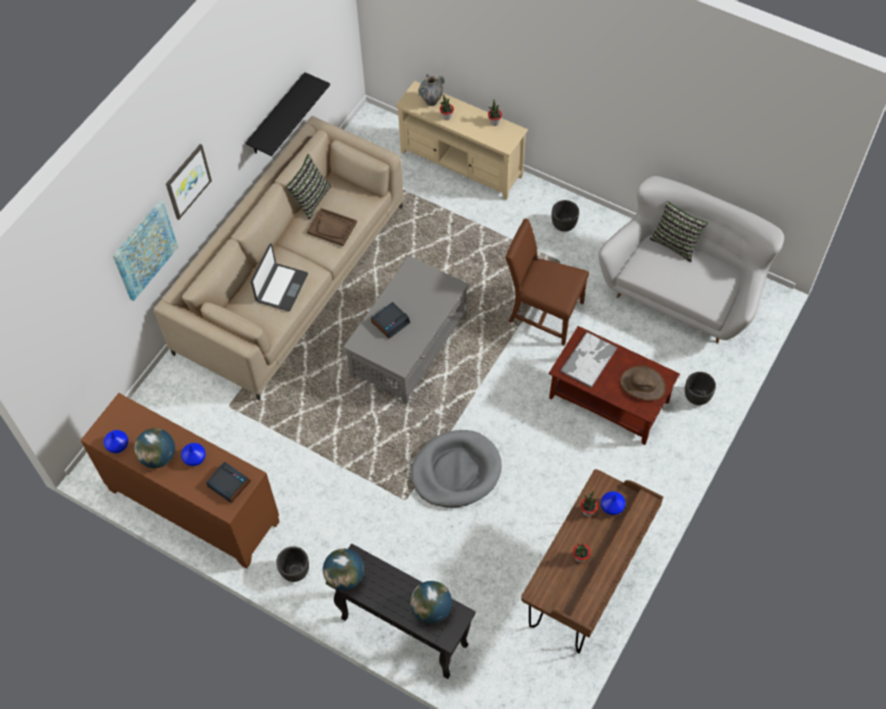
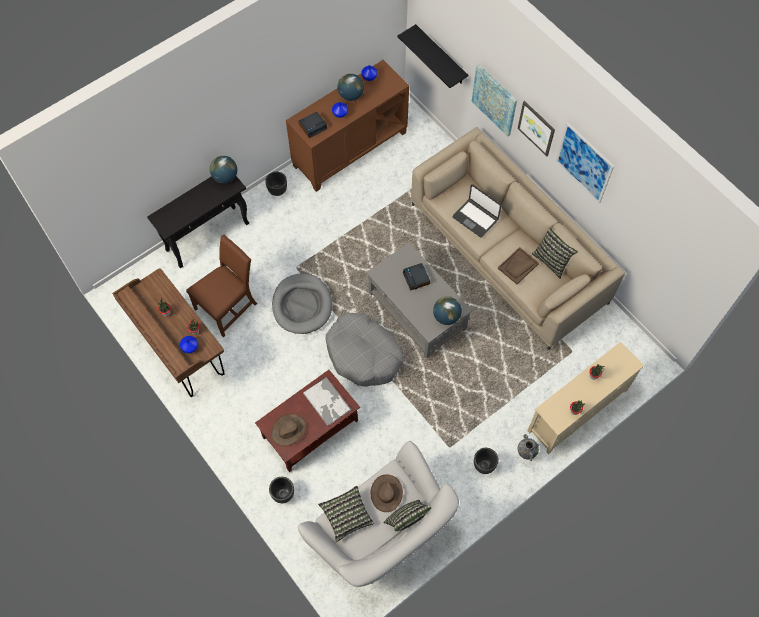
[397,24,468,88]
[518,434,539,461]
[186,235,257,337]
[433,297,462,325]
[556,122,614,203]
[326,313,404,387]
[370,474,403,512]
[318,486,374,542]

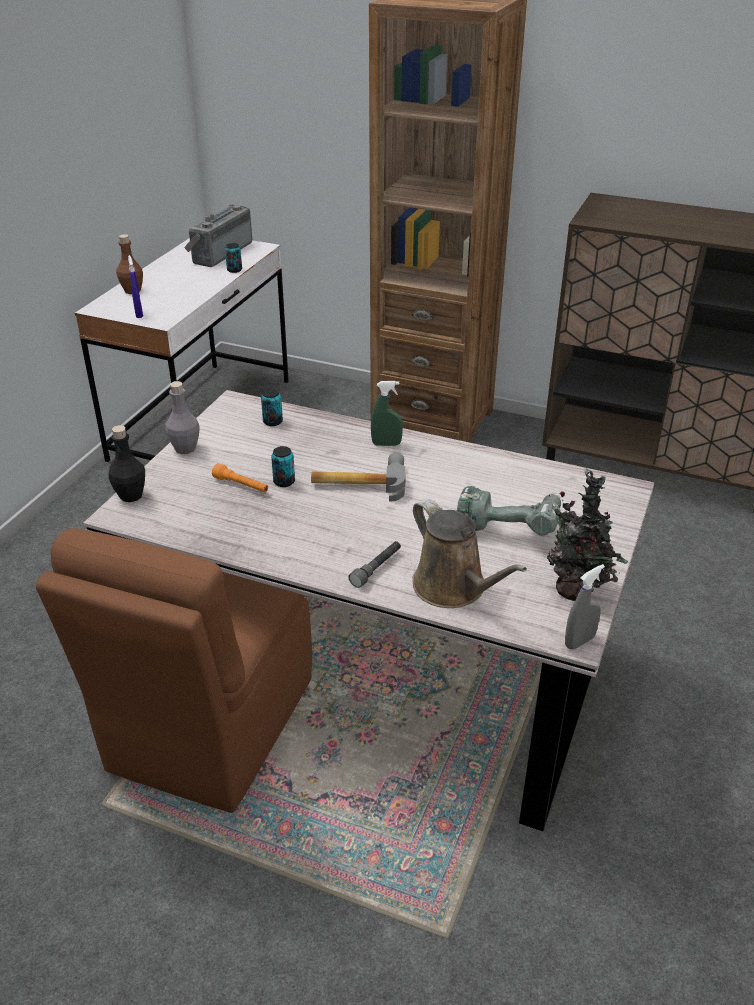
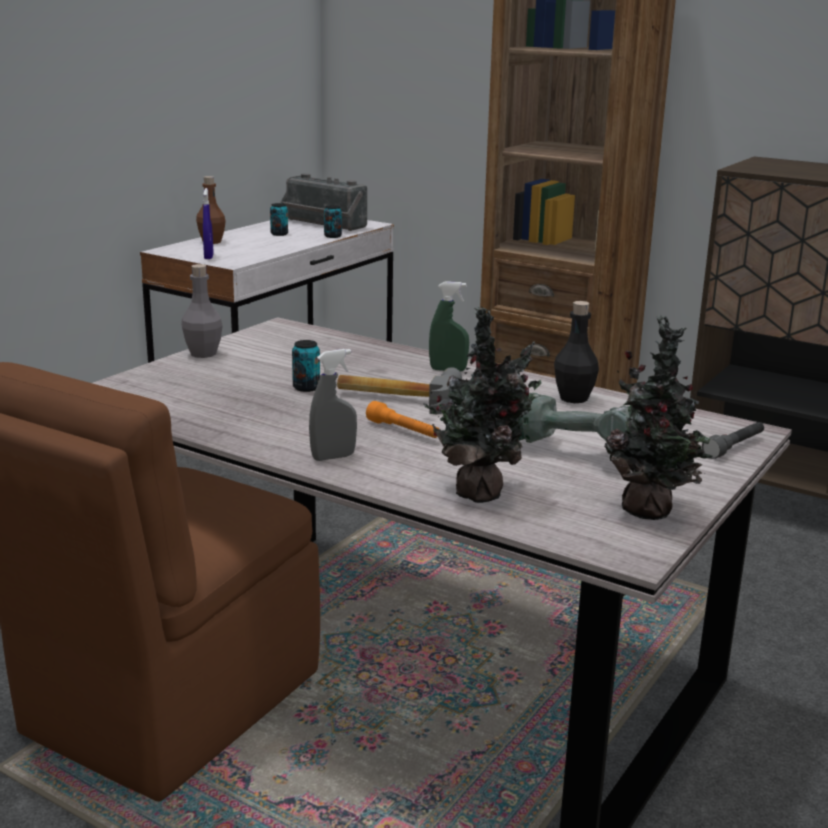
[280,173,367,231]
[270,203,288,236]
[554,301,599,403]
[366,401,439,438]
[423,307,542,503]
[702,422,764,459]
[309,349,357,461]

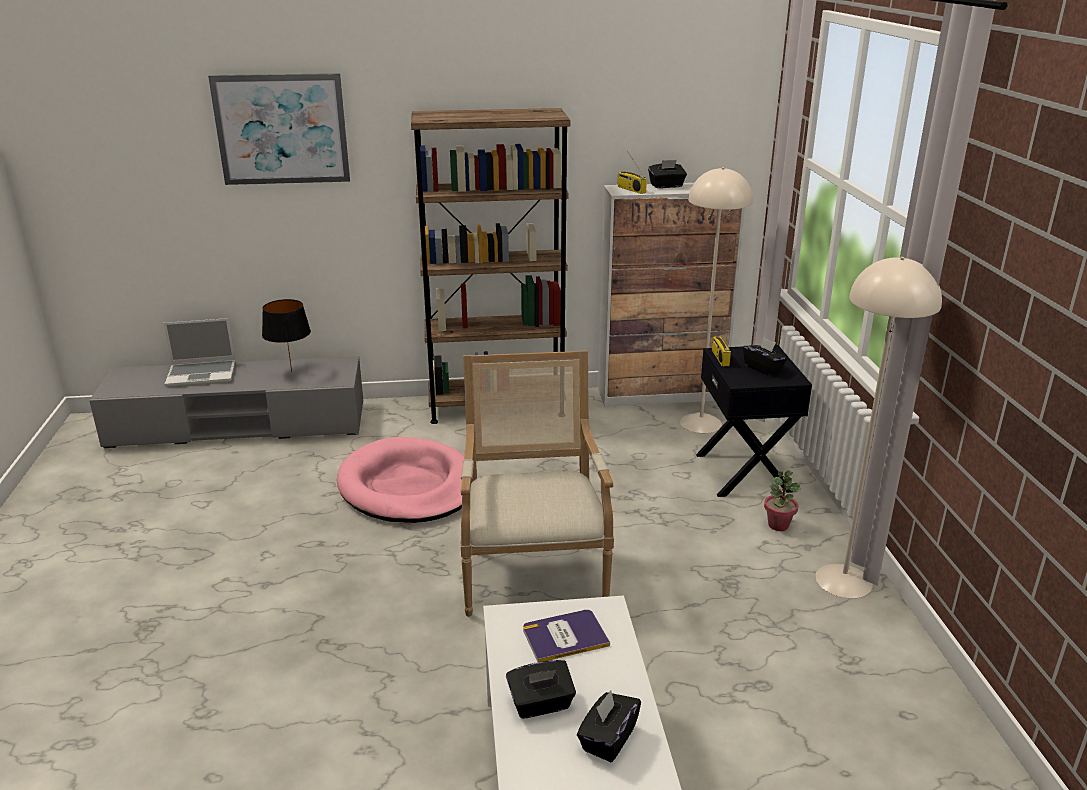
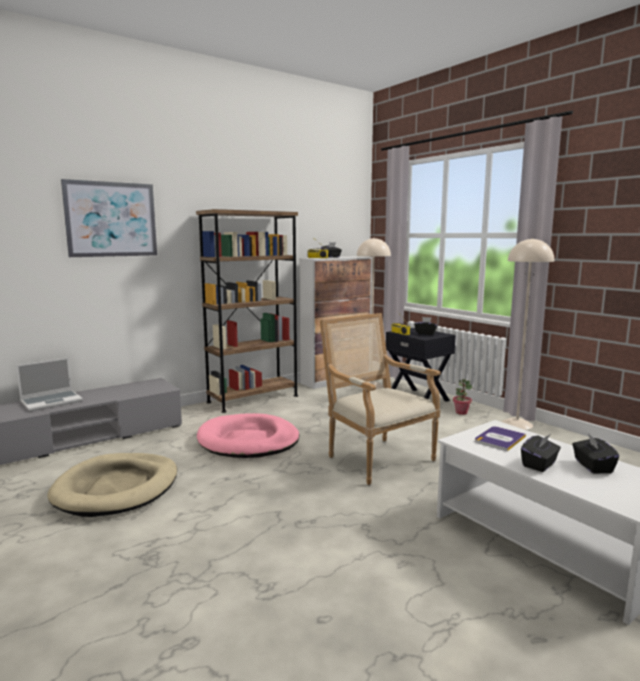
[262,299,311,372] (first image)
[47,453,177,517]

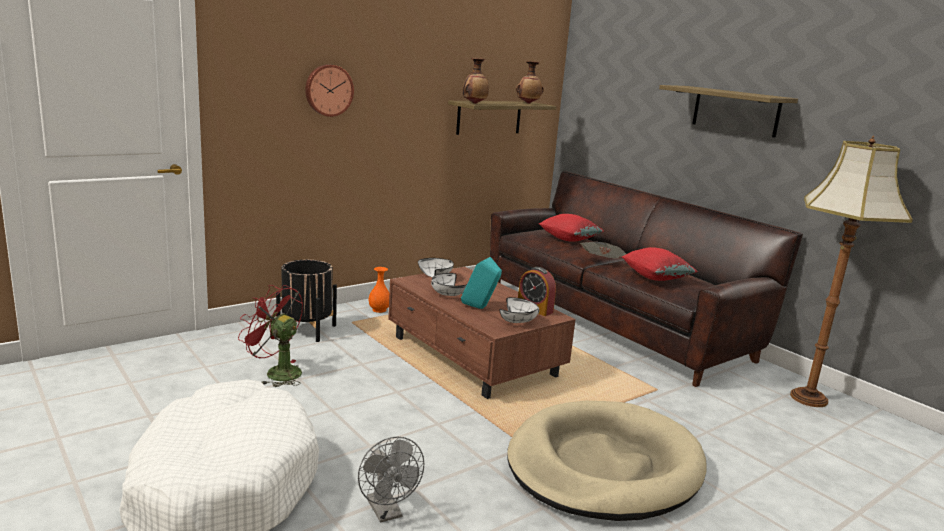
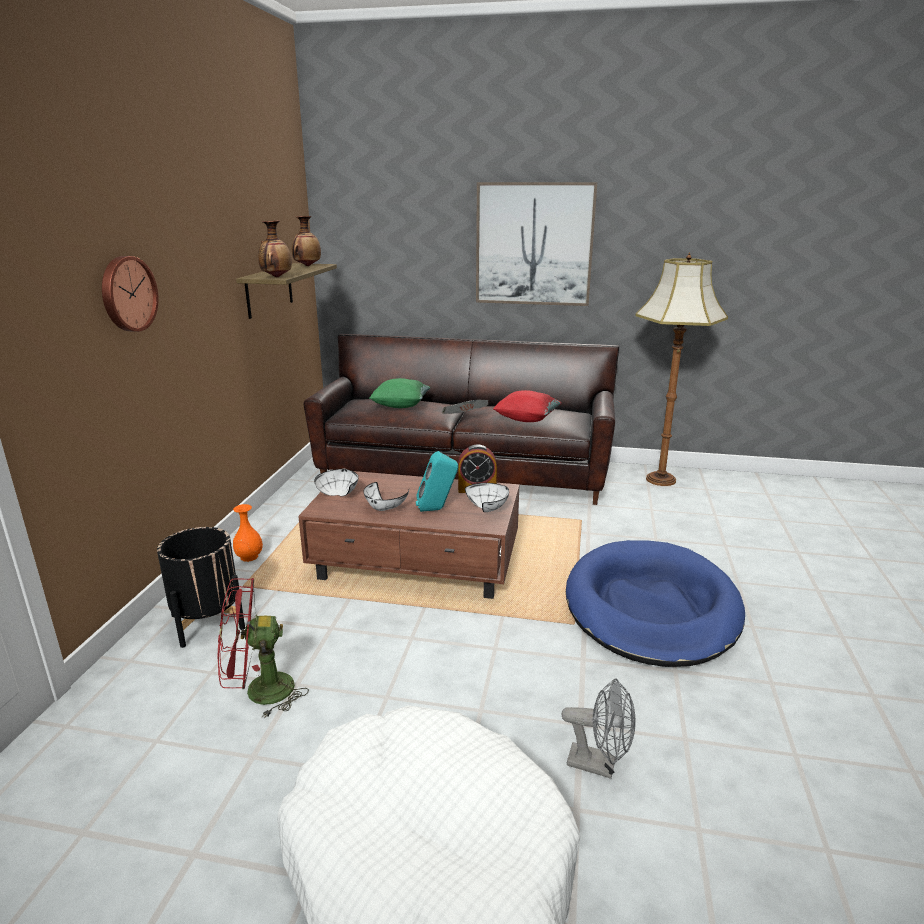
[476,182,597,306]
[369,378,430,408]
[566,540,745,667]

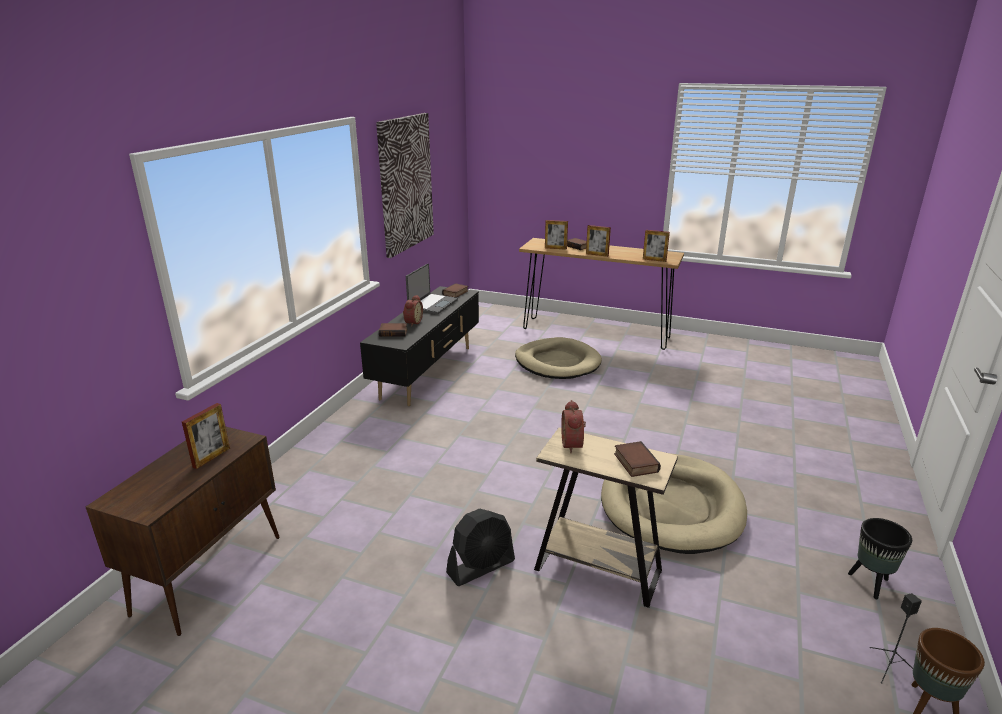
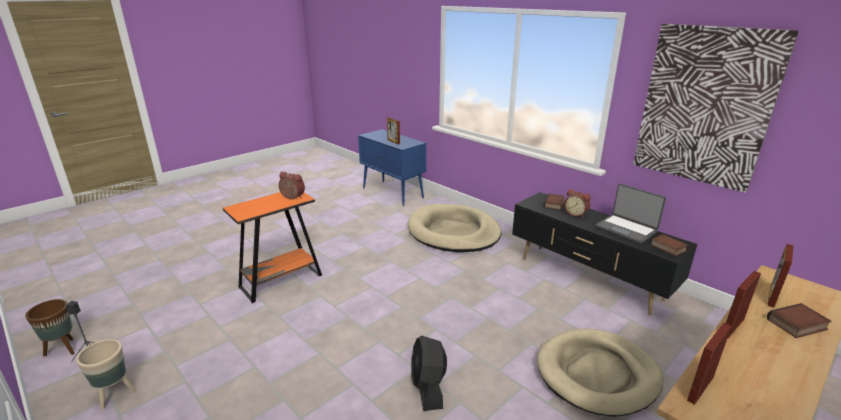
[358,129,426,206]
[223,192,322,303]
[614,441,661,477] (first image)
[408,204,502,252]
[411,336,447,411]
[76,339,136,410]

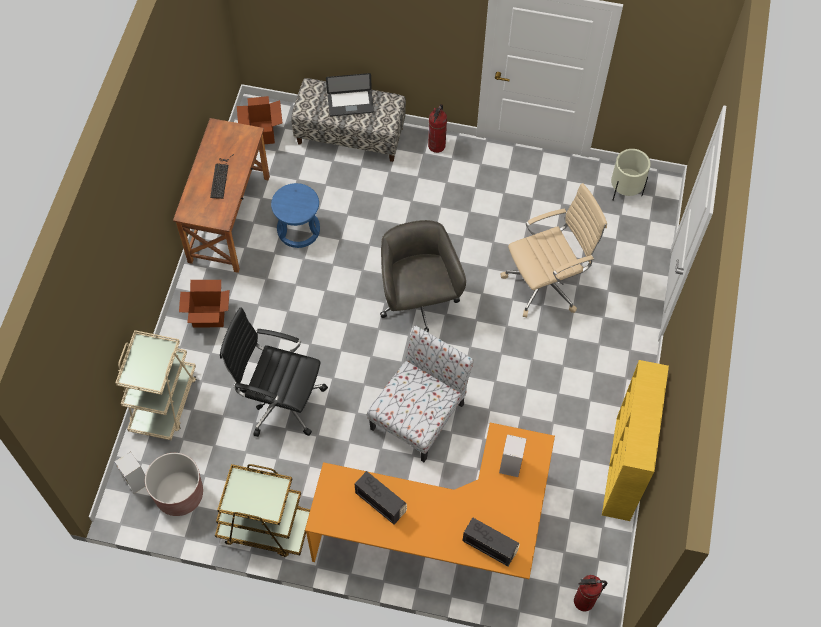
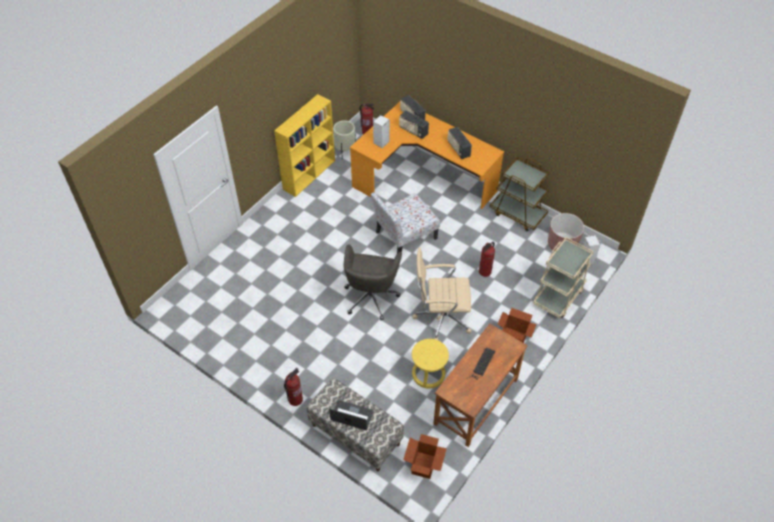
[333,120,356,159]
[412,339,449,389]
[412,247,472,340]
[479,242,495,277]
[399,110,429,139]

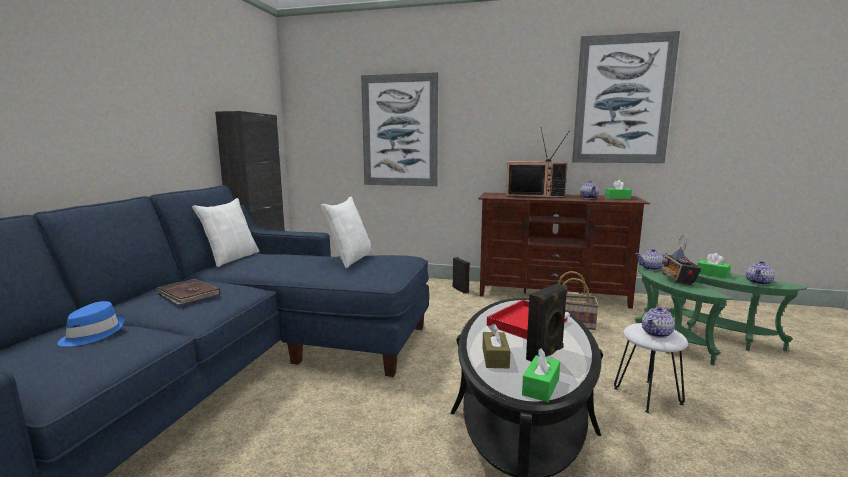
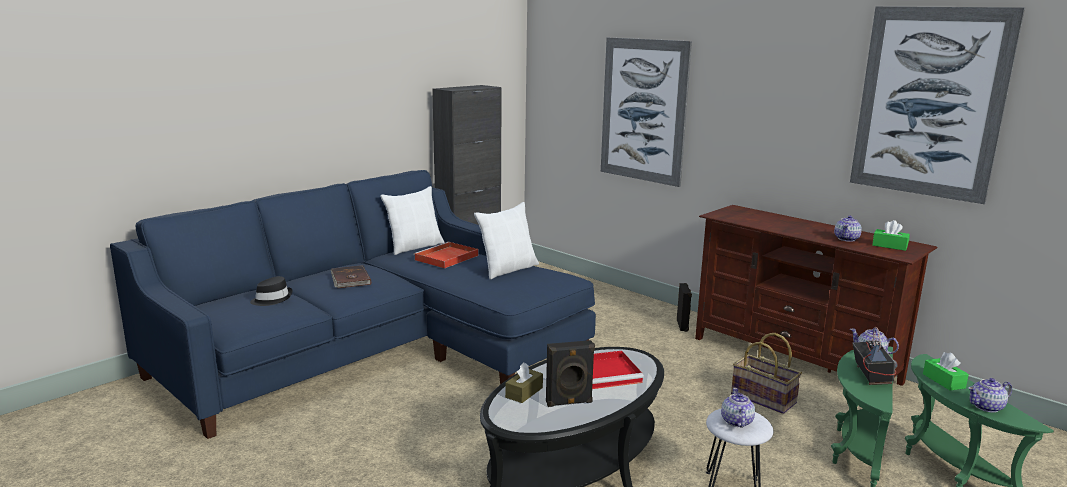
[506,127,570,198] (first image)
[852,327,898,385]
[250,276,292,306]
[721,388,755,428]
[522,348,560,402] (first image)
[413,242,479,268]

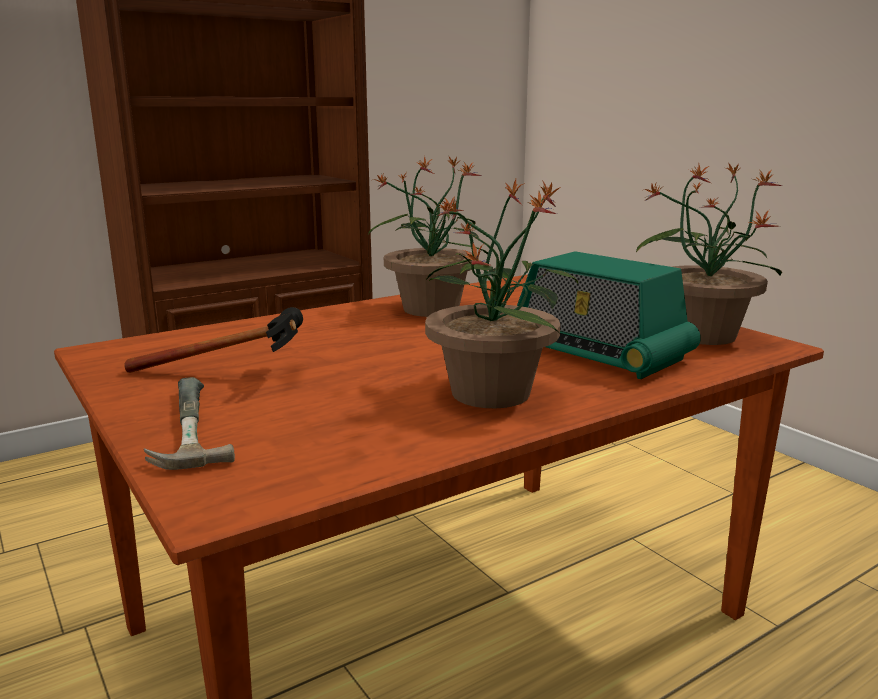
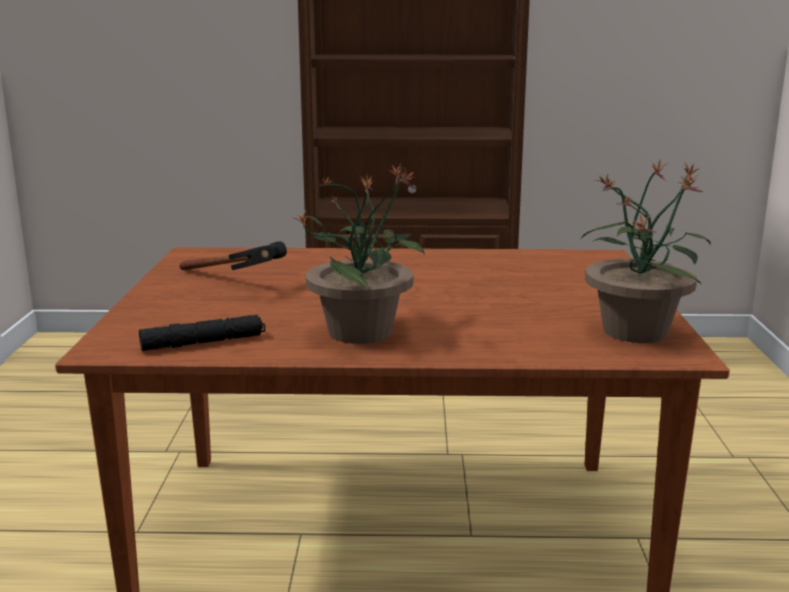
[367,156,488,317] (first image)
[517,251,701,379] (first image)
[144,377,235,470] (first image)
[139,315,265,351]

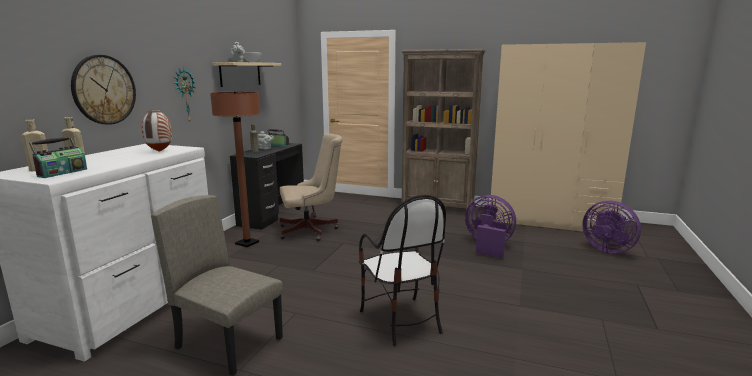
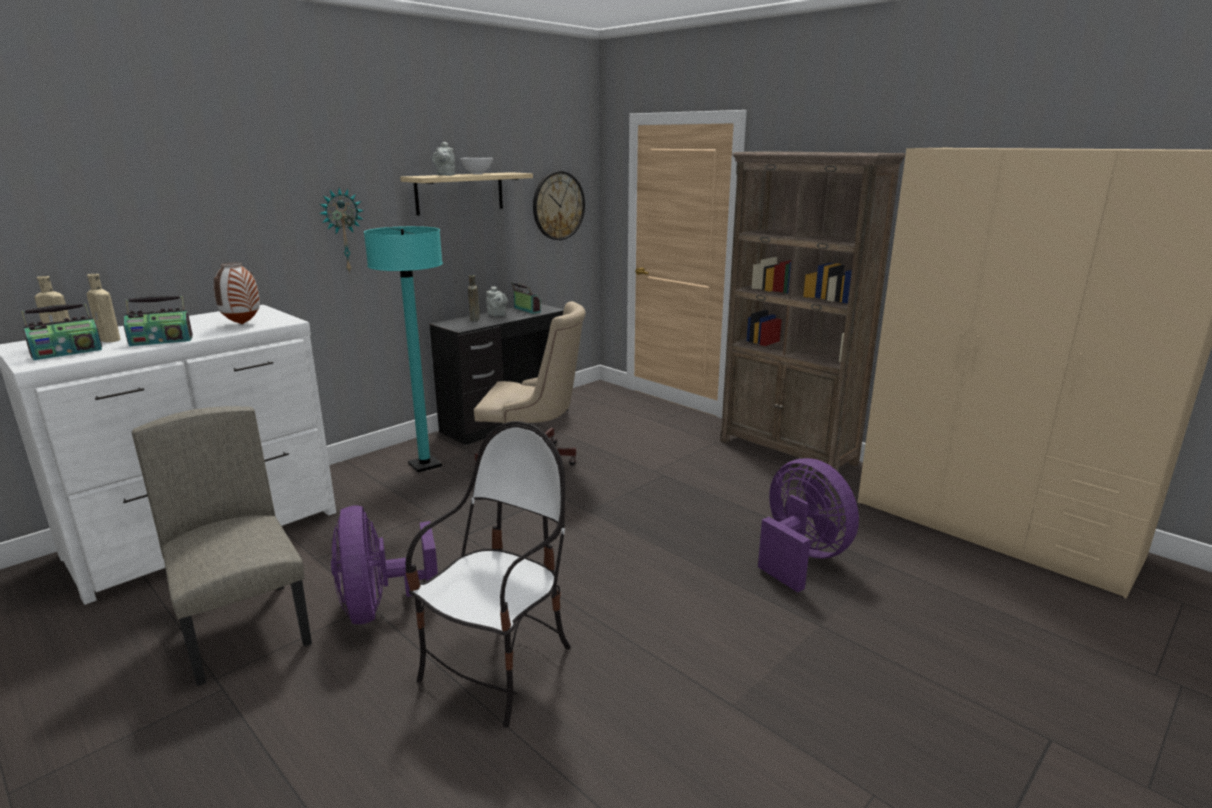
[533,171,585,240]
[364,226,443,472]
[406,421,571,728]
[331,506,438,624]
[123,296,193,346]

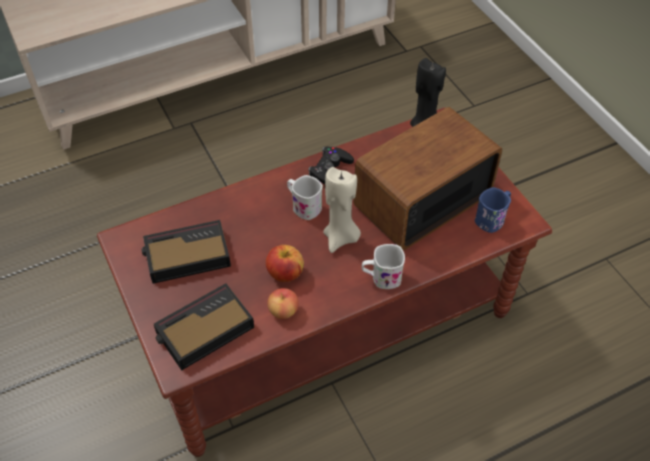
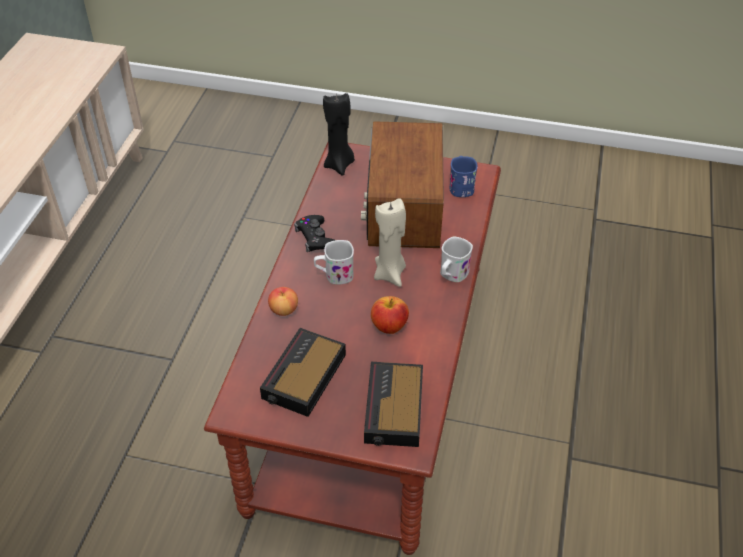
[268,287,298,316]

